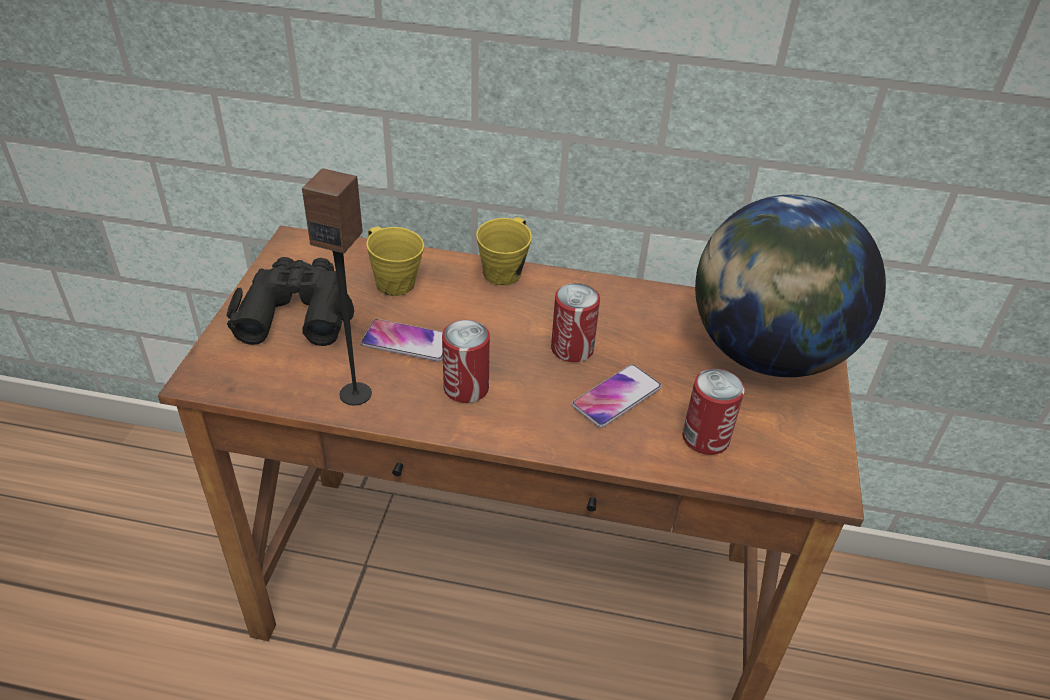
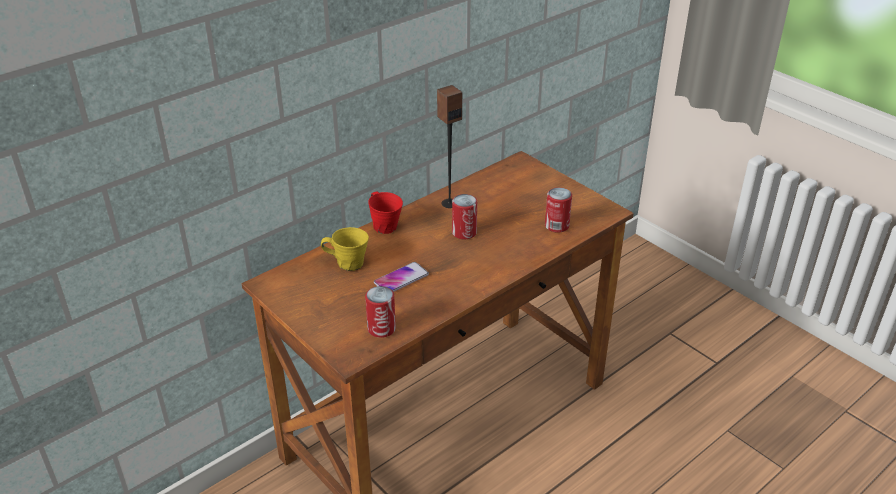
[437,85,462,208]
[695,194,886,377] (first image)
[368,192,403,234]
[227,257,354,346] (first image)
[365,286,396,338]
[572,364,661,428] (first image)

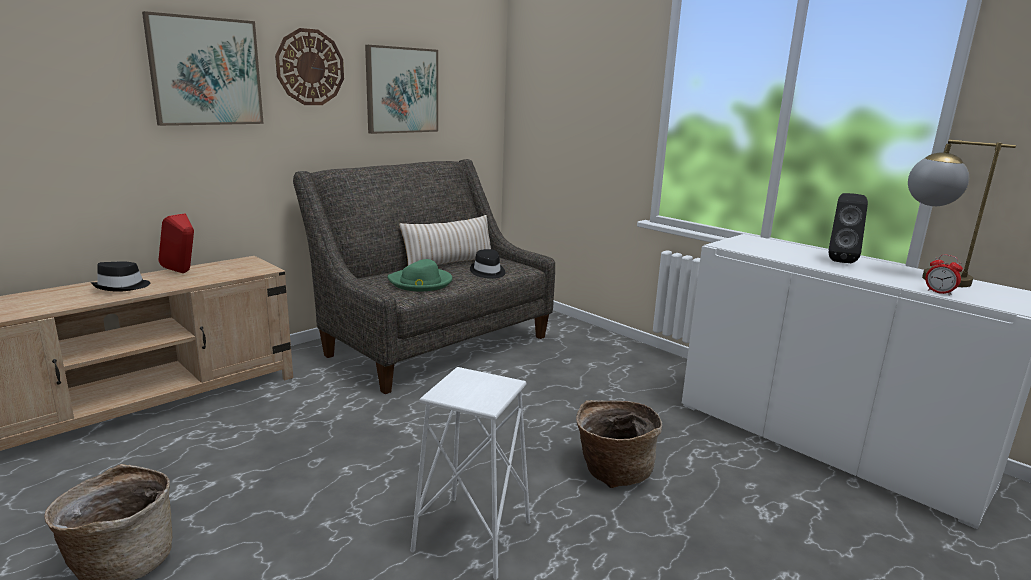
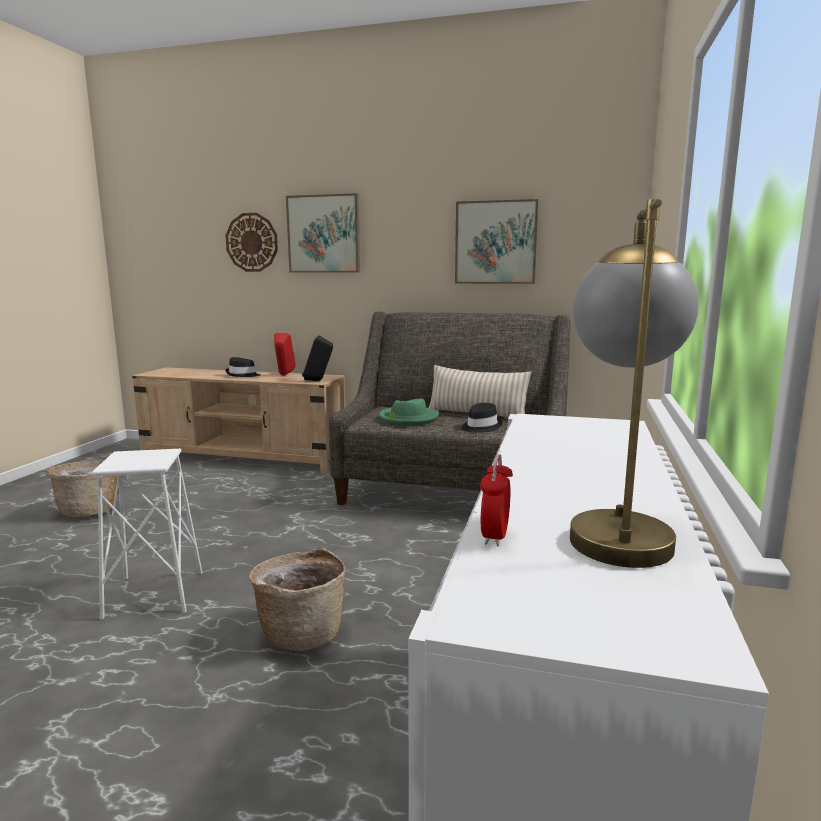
[226,213,278,272]
[302,336,333,381]

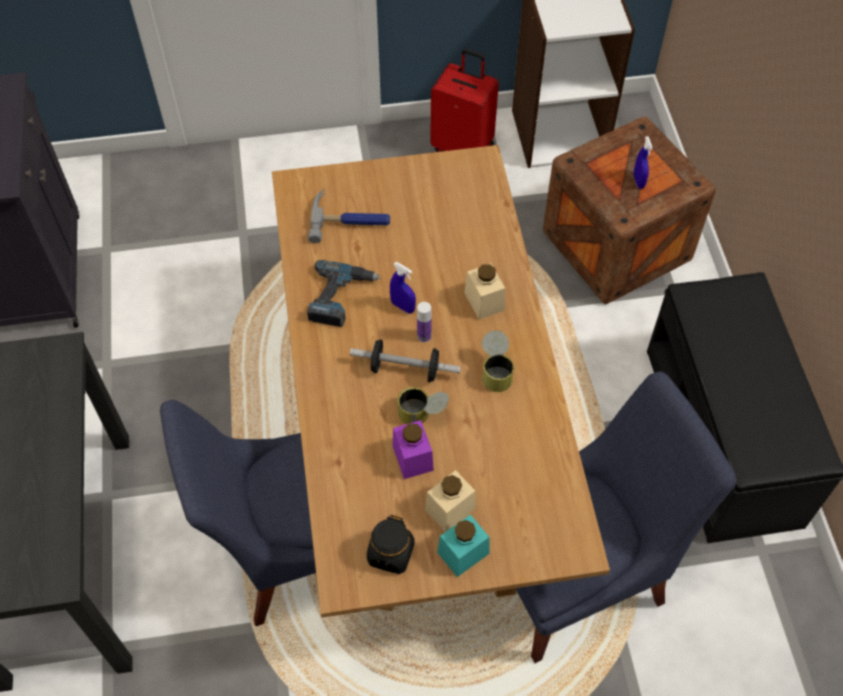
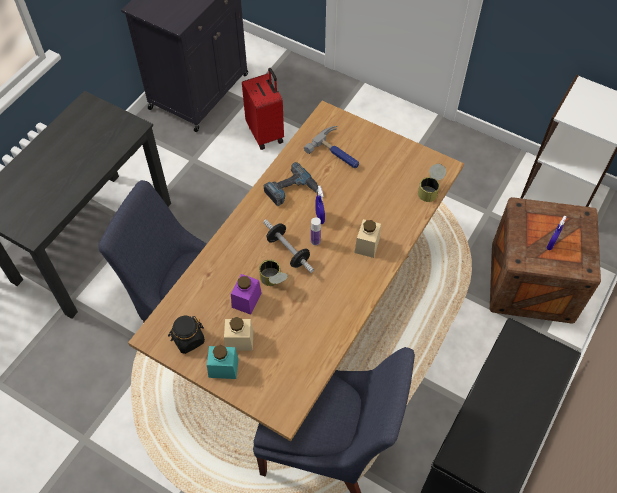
[242,68,284,150]
[418,164,446,202]

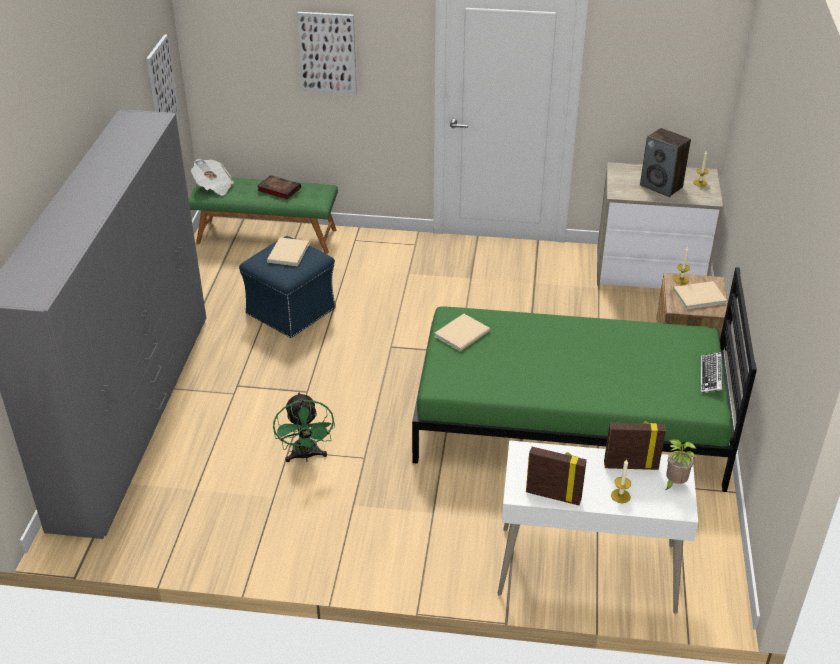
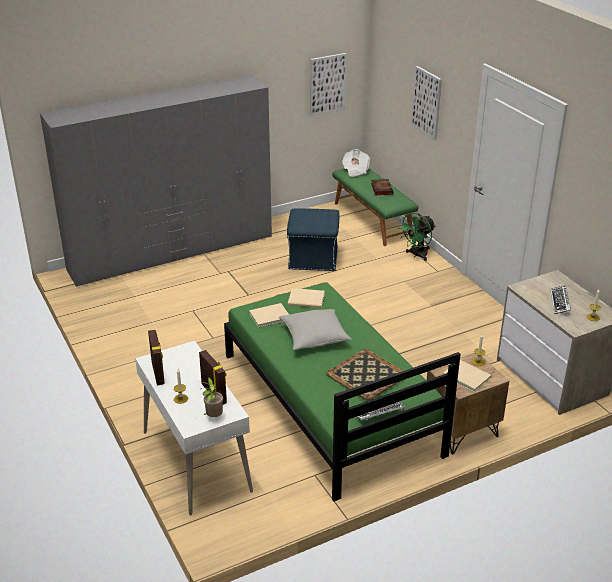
[550,285,571,314]
[249,303,289,328]
[398,212,436,261]
[279,309,352,350]
[327,349,404,400]

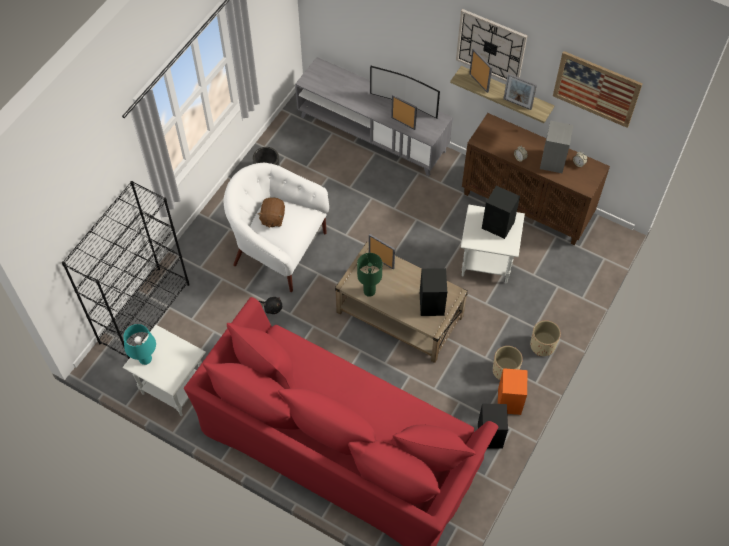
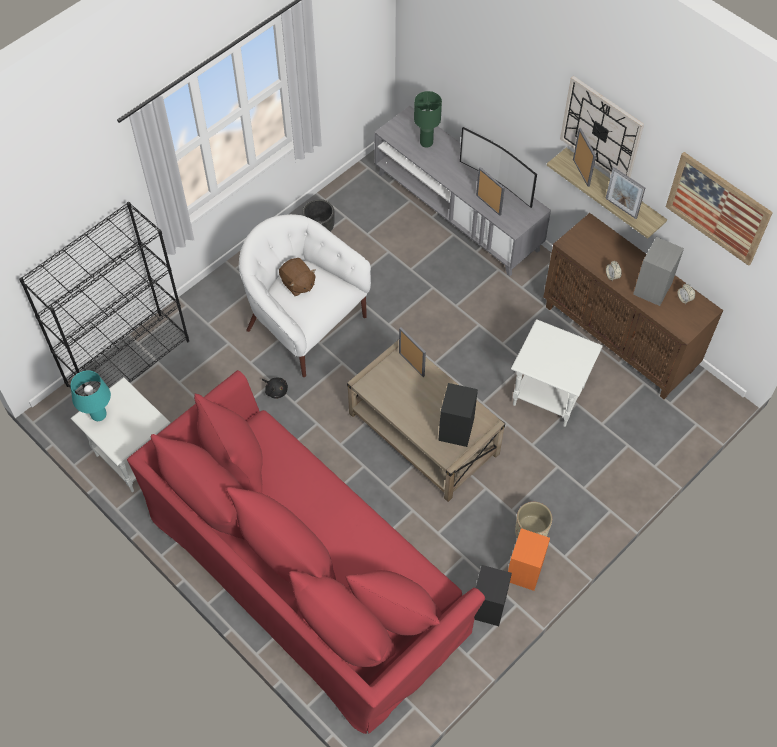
[482,186,520,239] (first image)
[279,258,316,296]
[414,91,442,148]
[530,320,561,356] (first image)

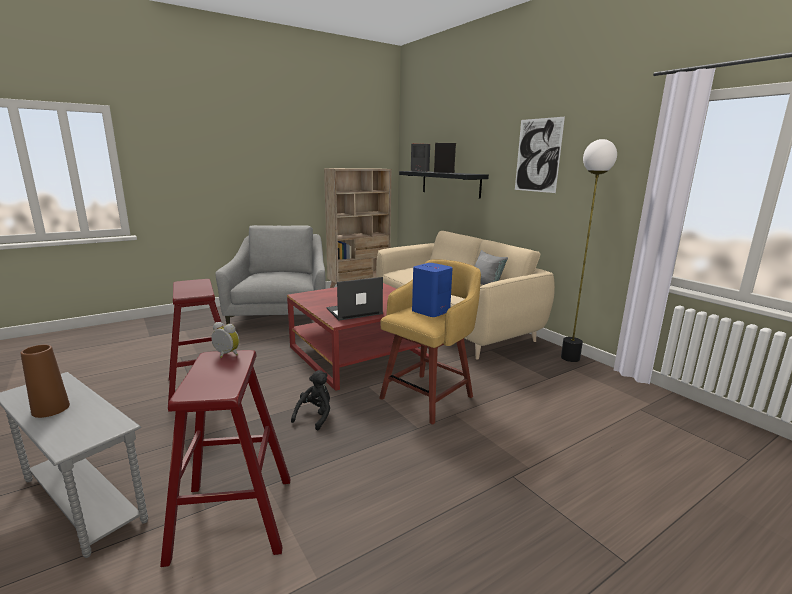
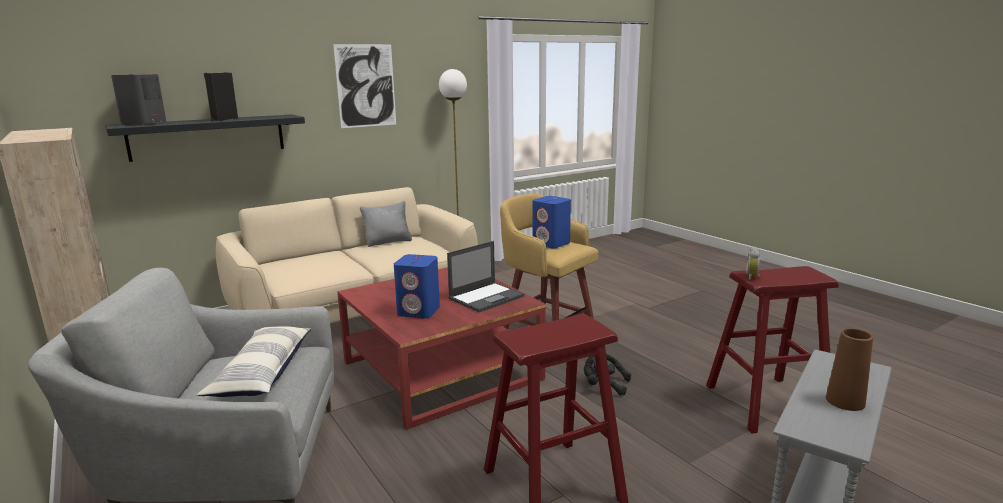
[447,241,525,312]
[394,254,440,318]
[197,326,311,397]

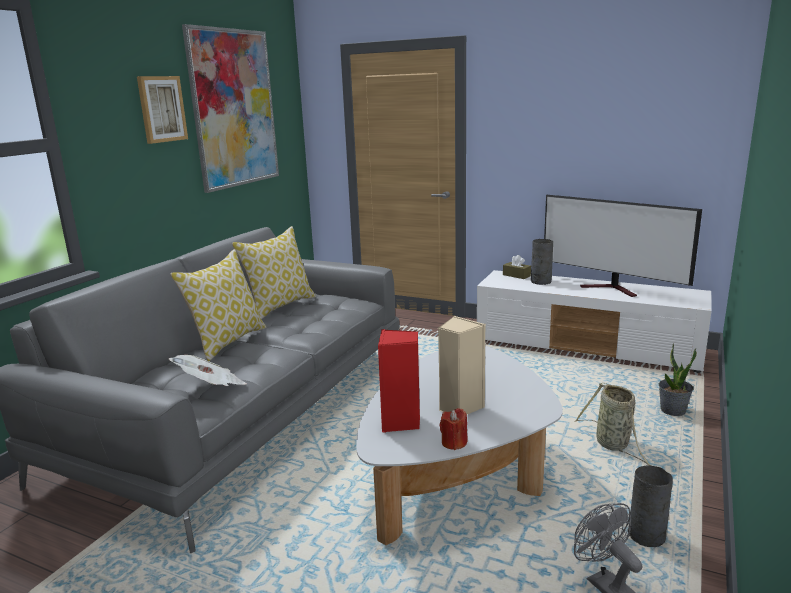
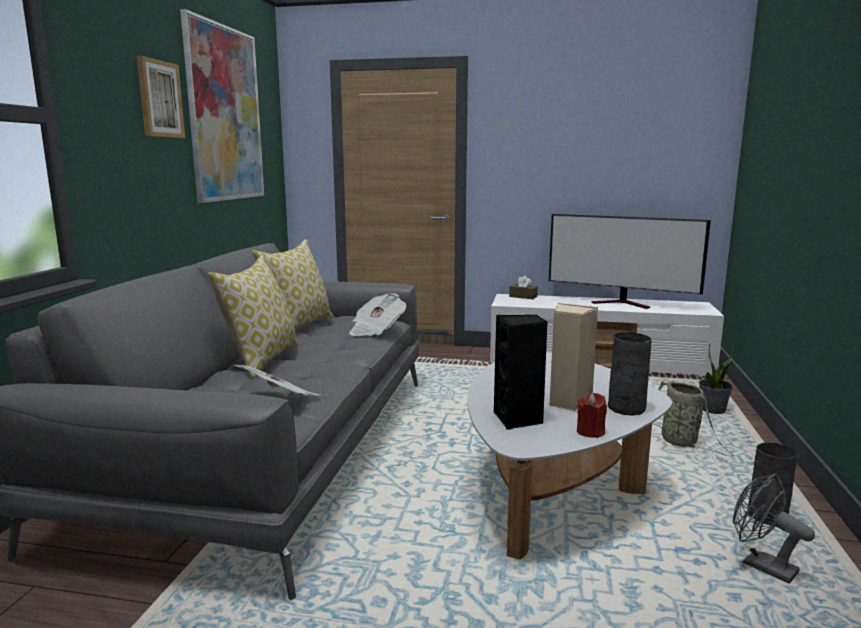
[608,332,652,416]
[494,315,548,430]
[349,293,406,336]

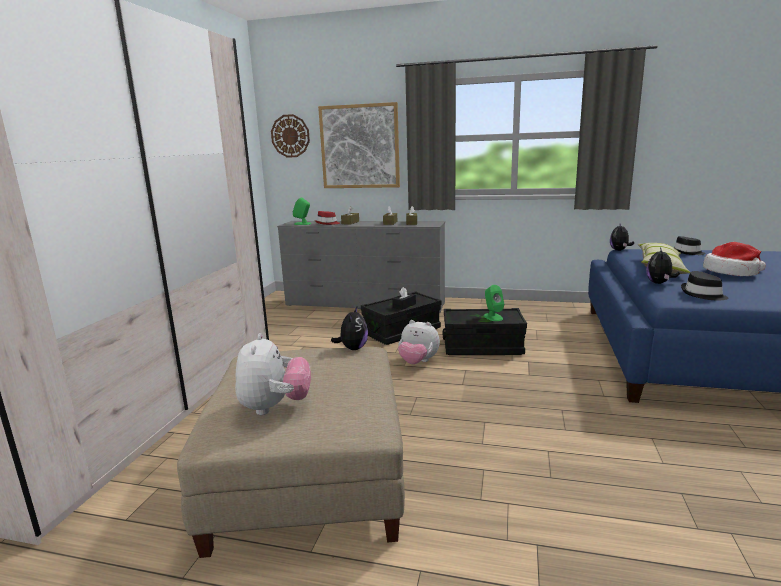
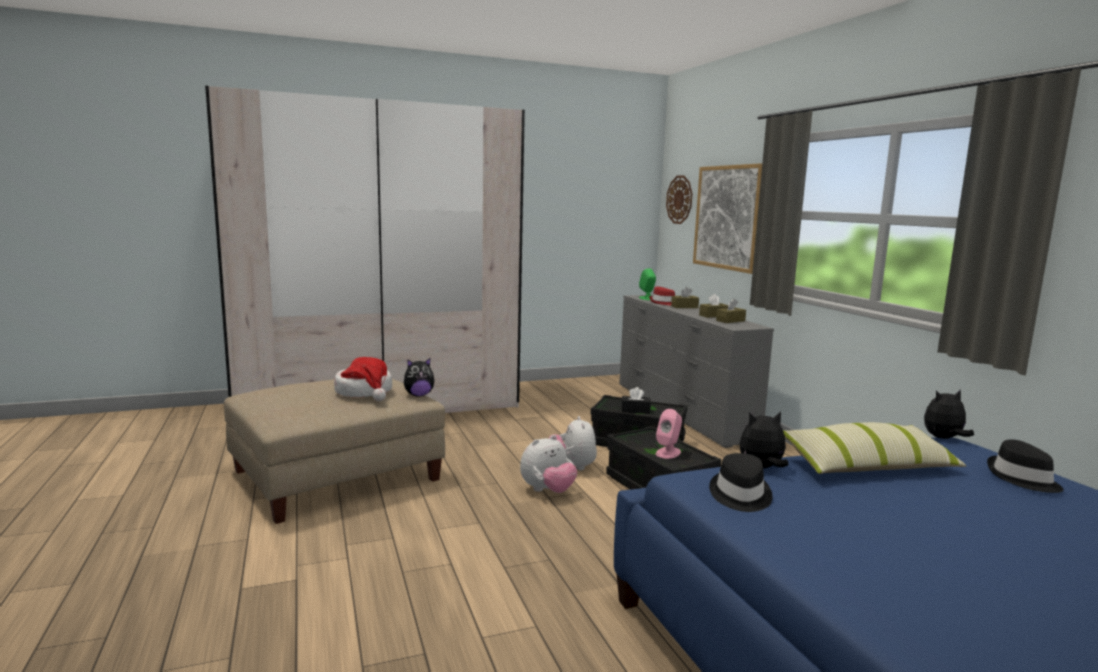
[334,357,392,401]
[656,409,682,459]
[520,435,577,493]

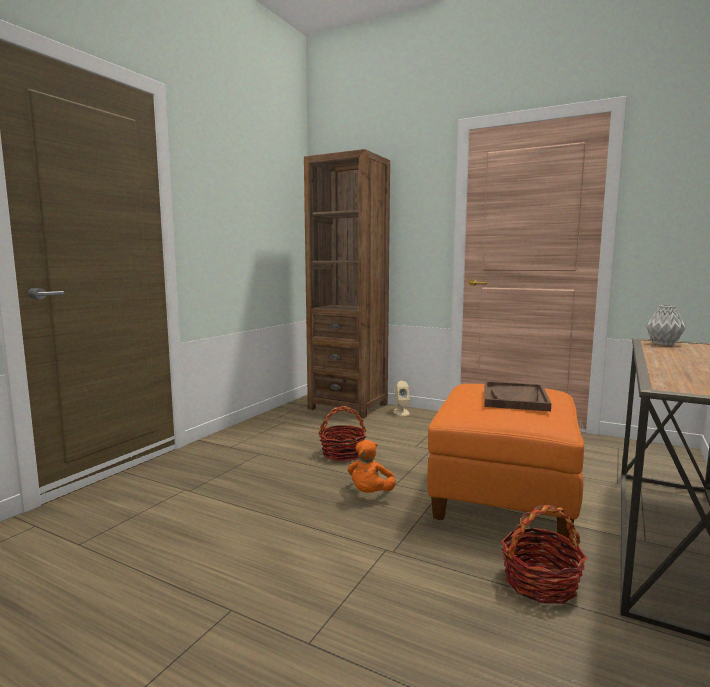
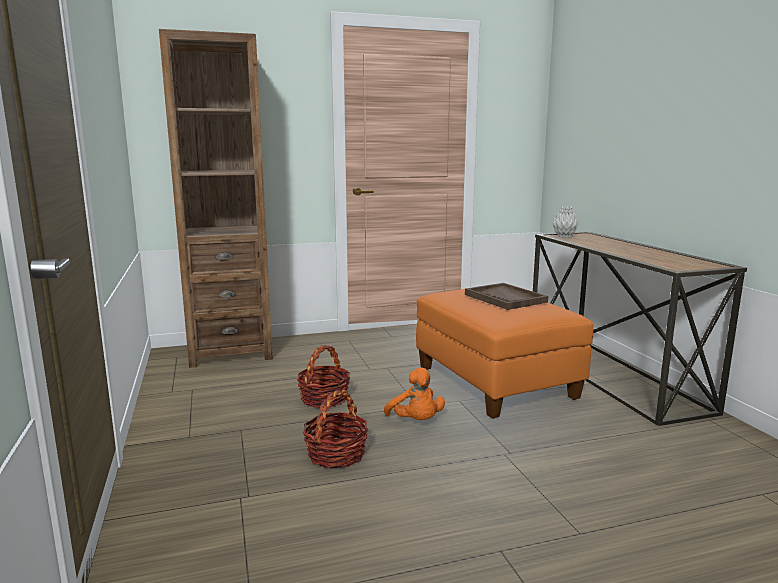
[393,381,410,416] (first image)
[303,389,368,468]

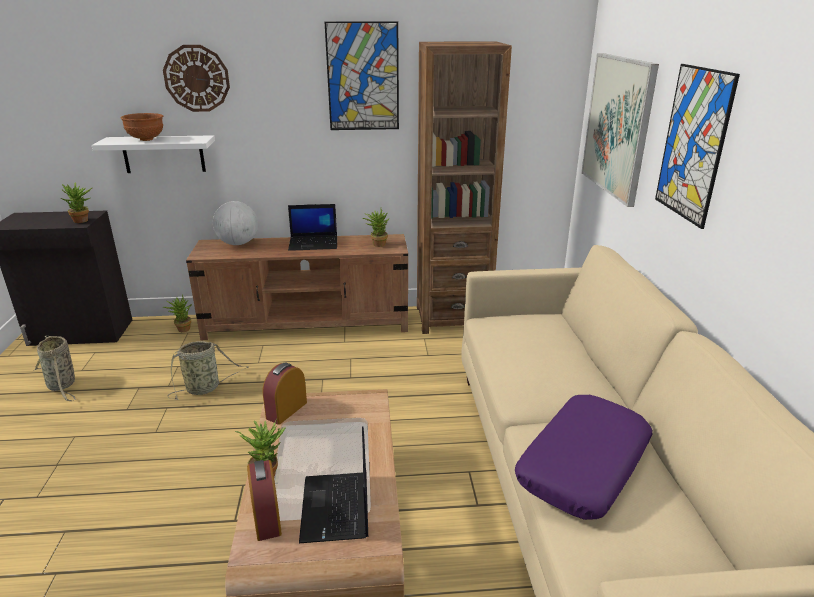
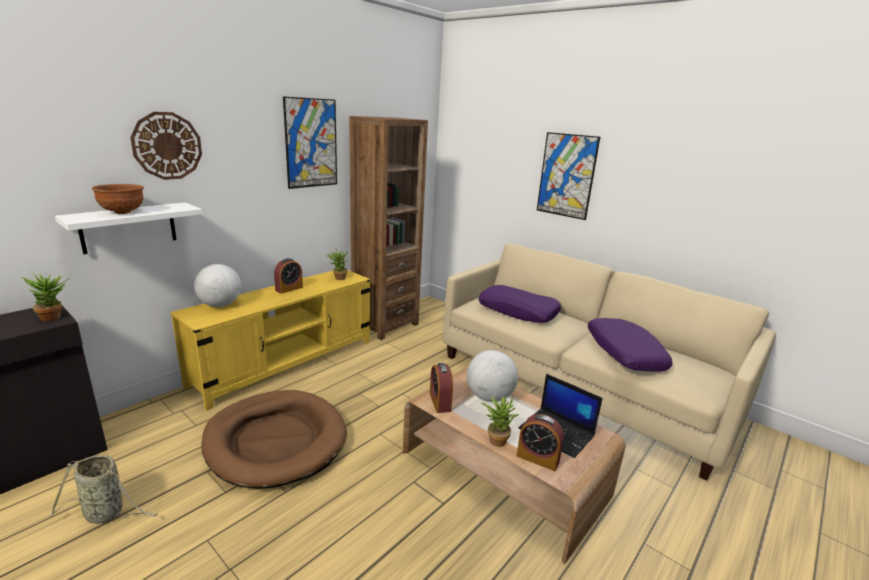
[581,53,659,207] (first image)
[274,258,303,294]
[171,270,370,411]
[163,294,192,332] (first image)
[201,390,347,489]
[478,285,561,323]
[467,350,518,402]

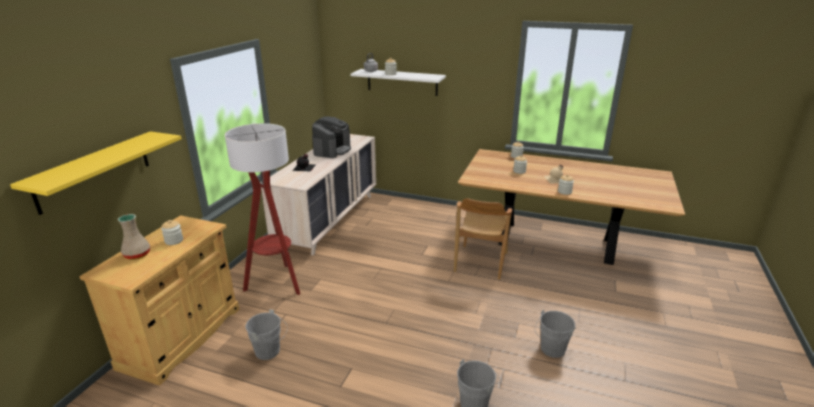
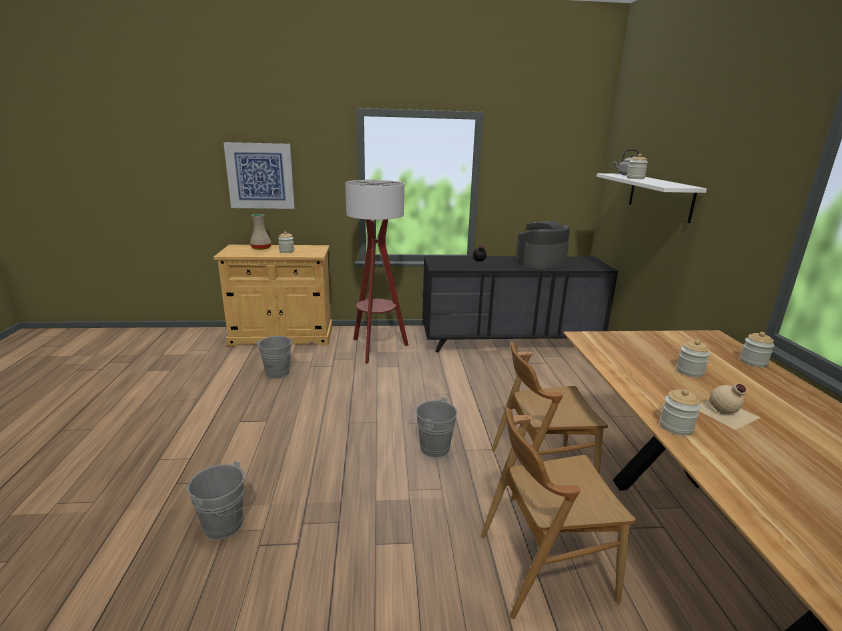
[515,221,570,269]
[224,142,295,209]
[422,256,618,352]
[409,397,457,458]
[481,407,636,619]

